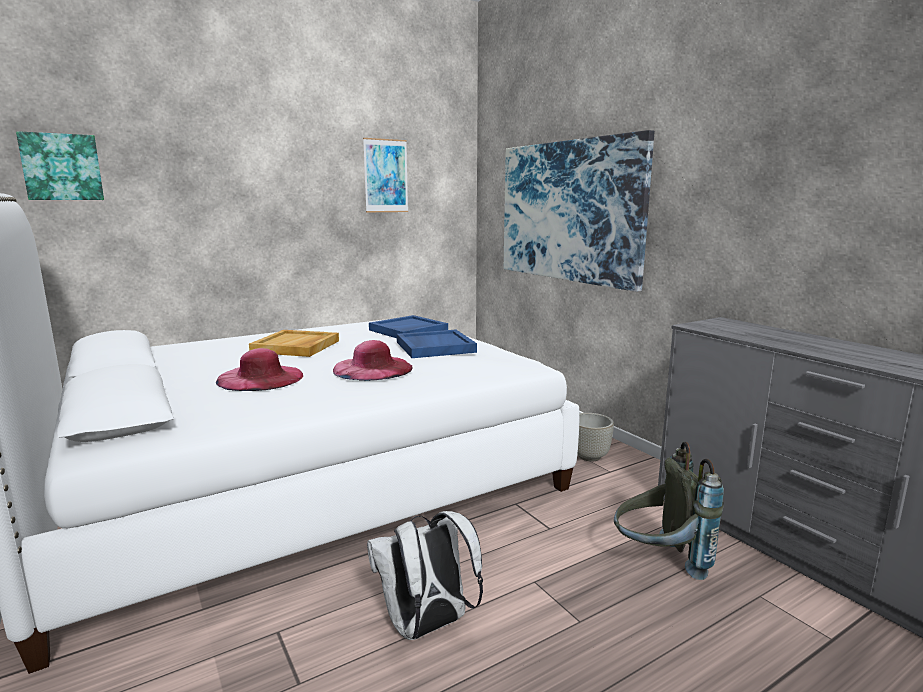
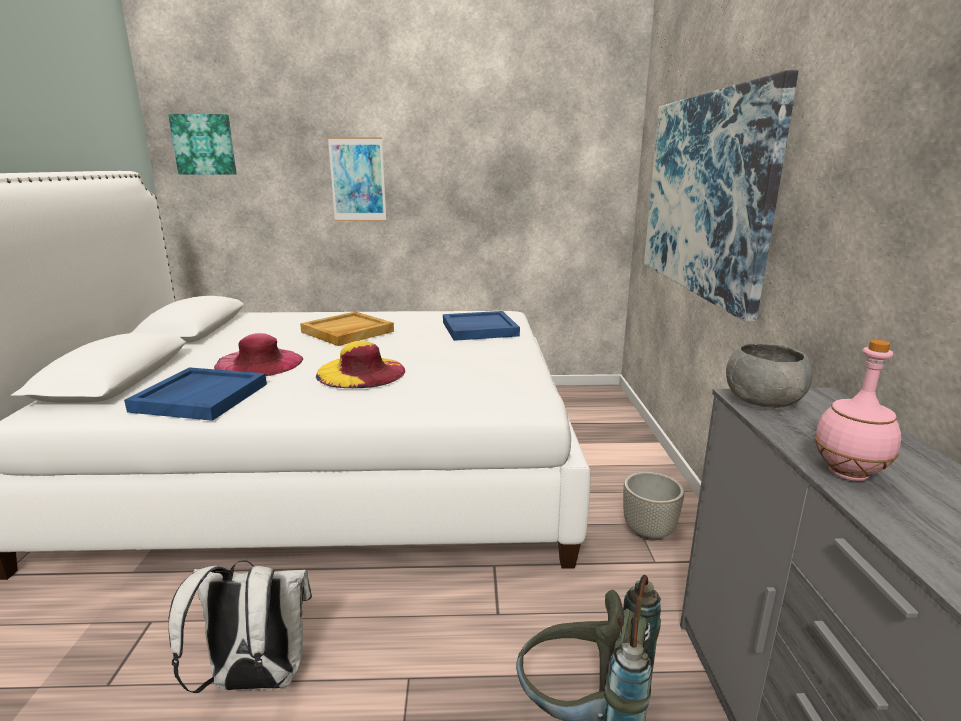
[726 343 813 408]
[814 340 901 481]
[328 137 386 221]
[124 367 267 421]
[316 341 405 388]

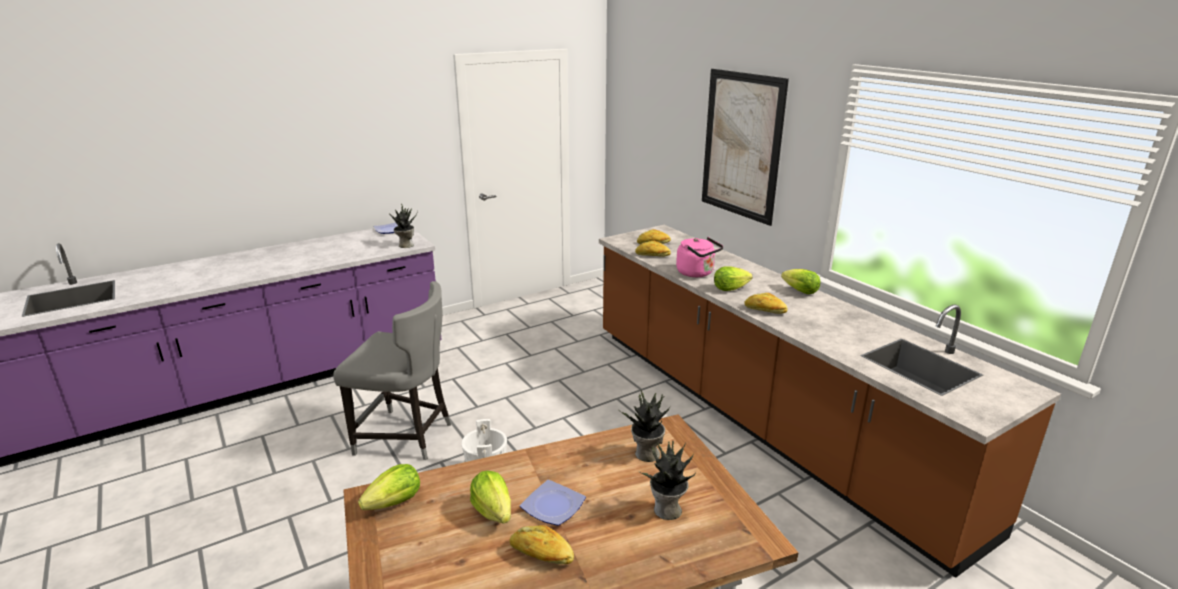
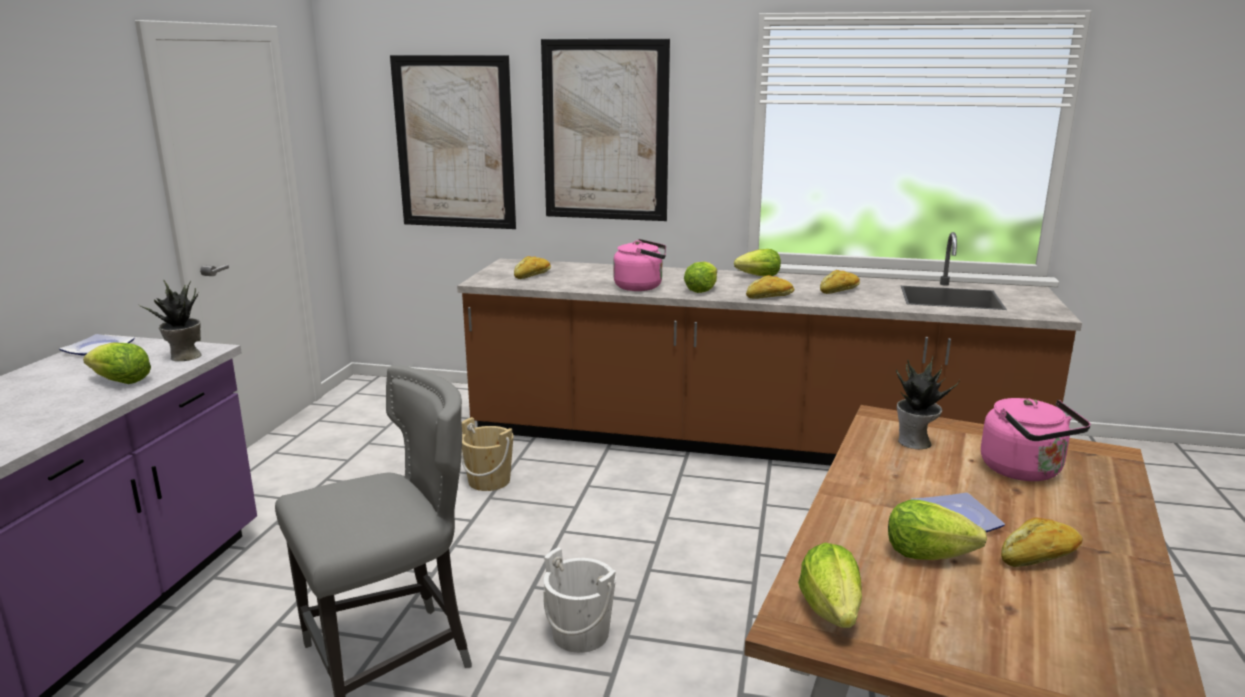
[83 343 151 384]
[390 55 516 229]
[461 417 514 491]
[820 270 860 294]
[981 398 1091 481]

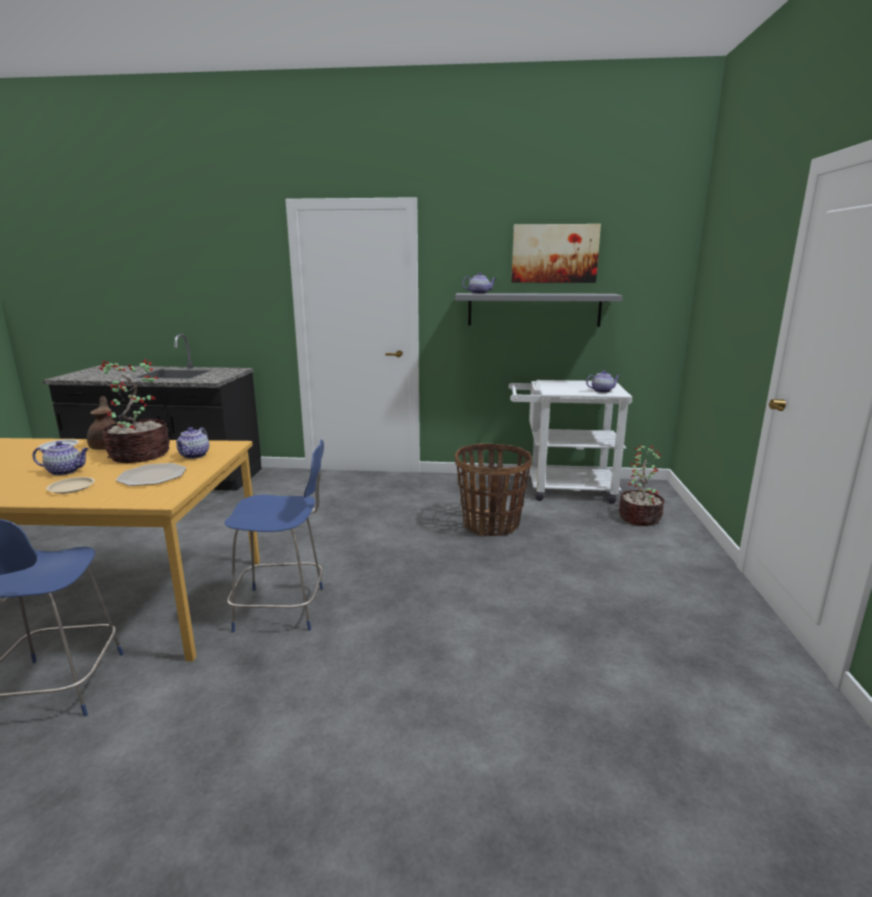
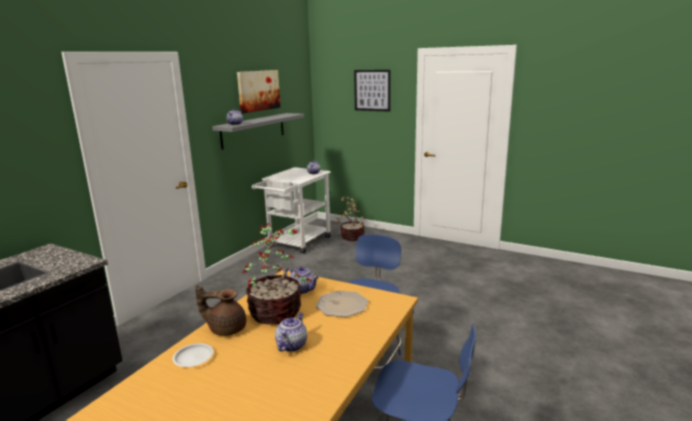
[46 477 95 494] (first image)
[455 443 532 537] (first image)
[354 70 391 112]

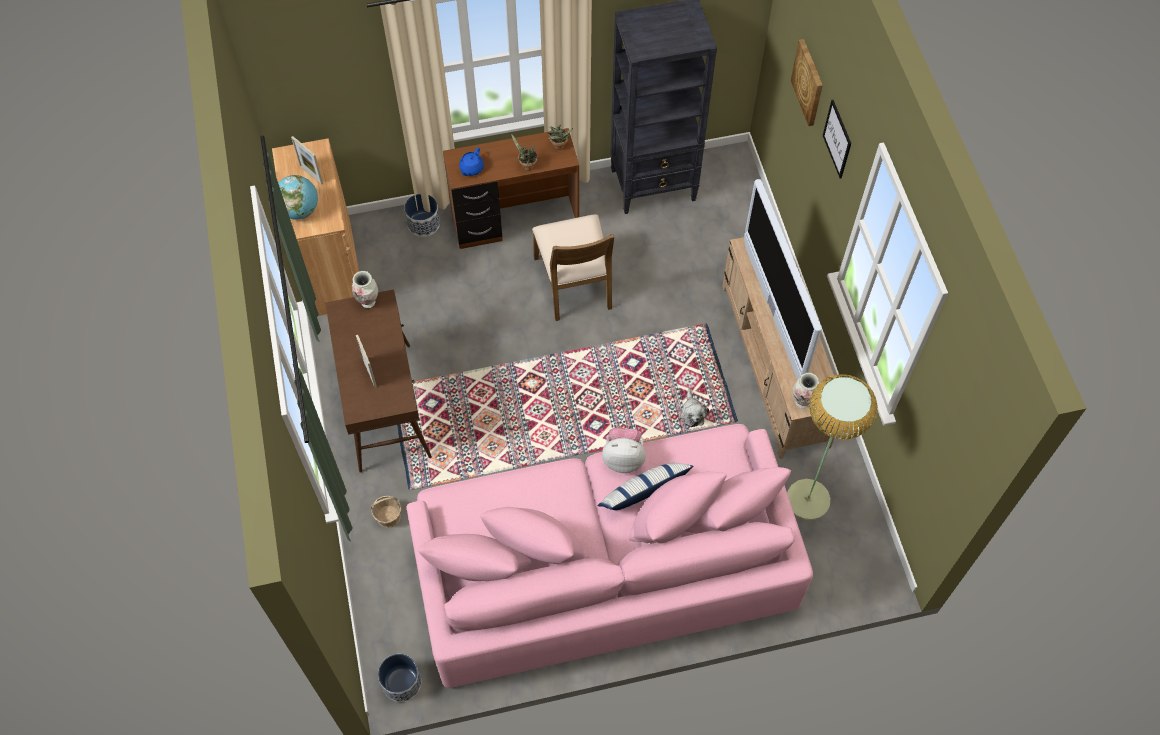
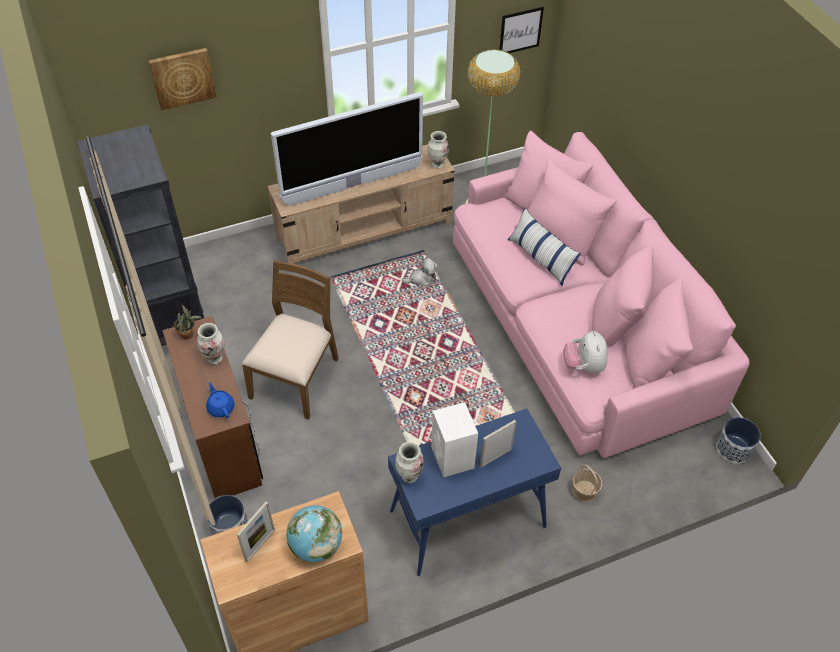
[431 402 478 477]
[563 331 608 373]
[499 7 544 53]
[197 323 225 364]
[388 408 561 576]
[206 382 234 418]
[242 260 339 420]

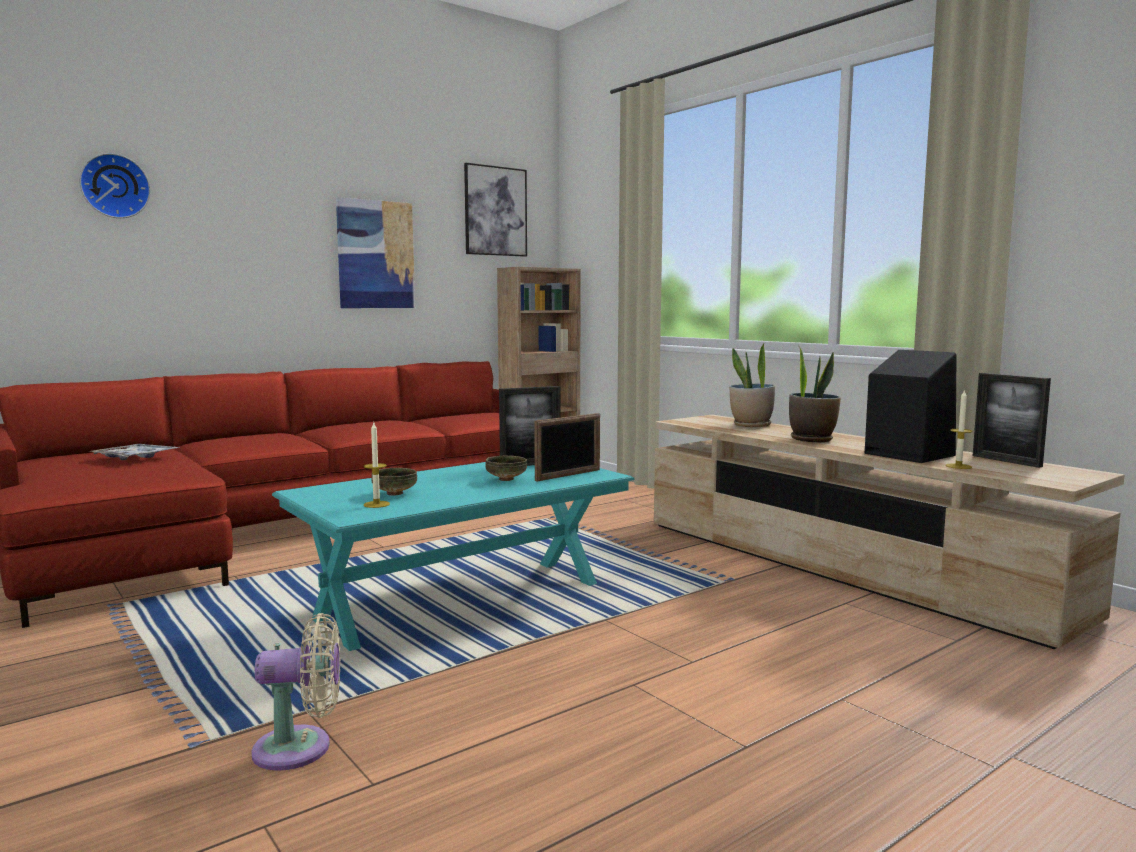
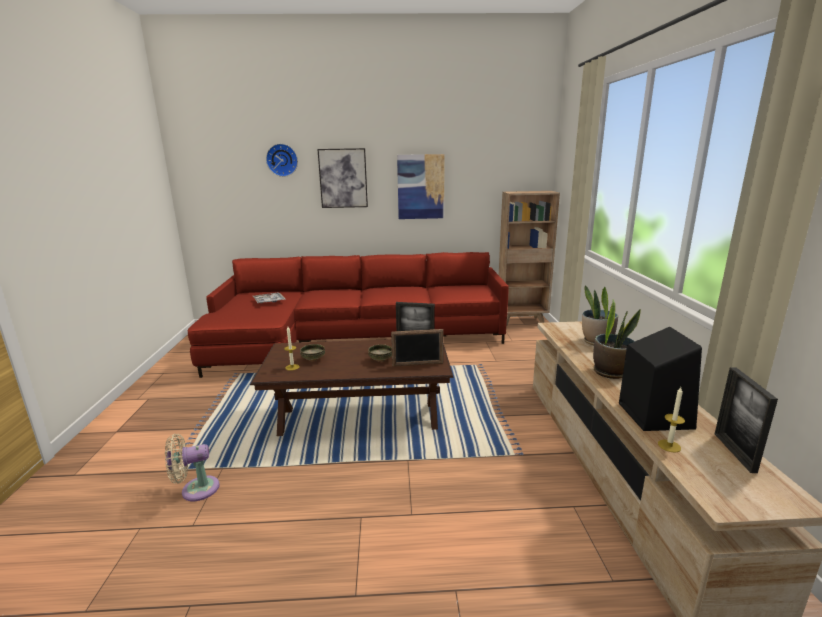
[317 148 368 208]
[250 339 454 436]
[165 434 220 501]

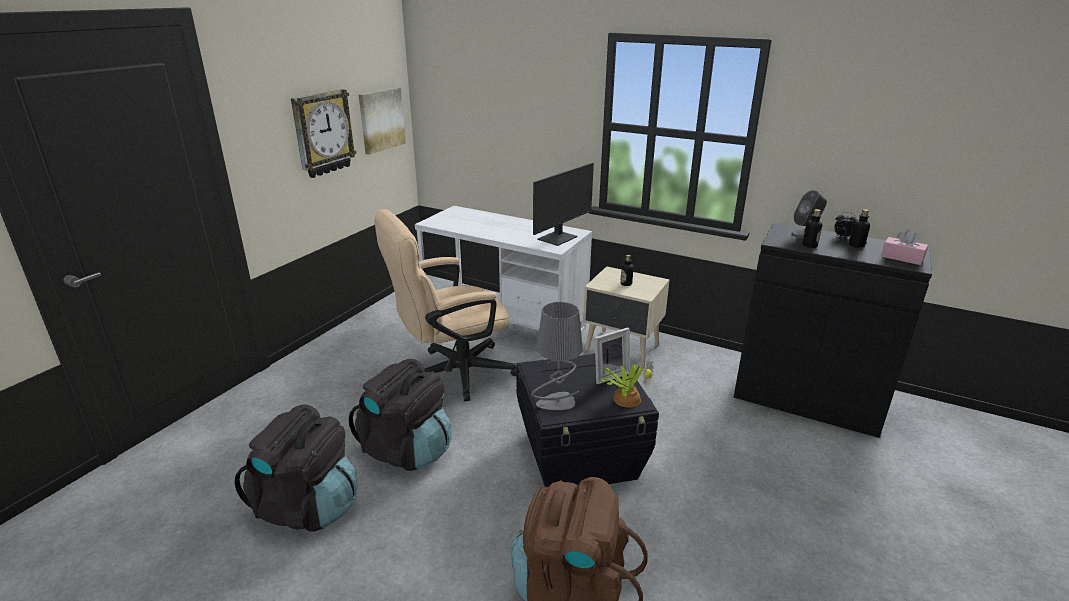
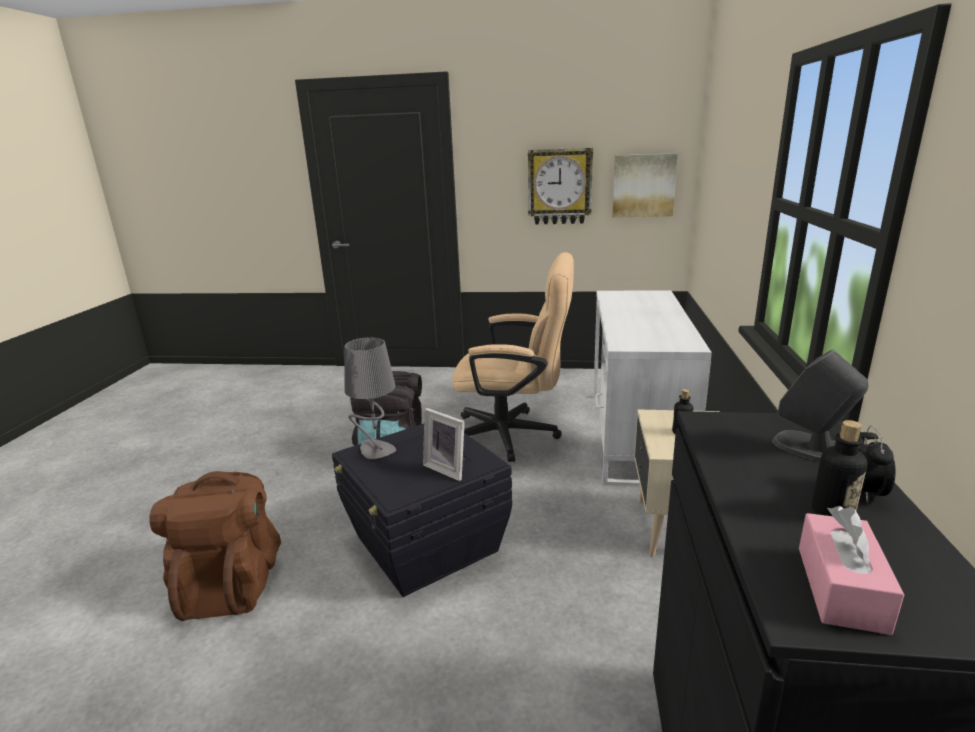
[234 404 358 532] (first image)
[533 163 594 246] (first image)
[600 360 654 408] (first image)
[802 209 822 248] (first image)
[452 252 574 462]

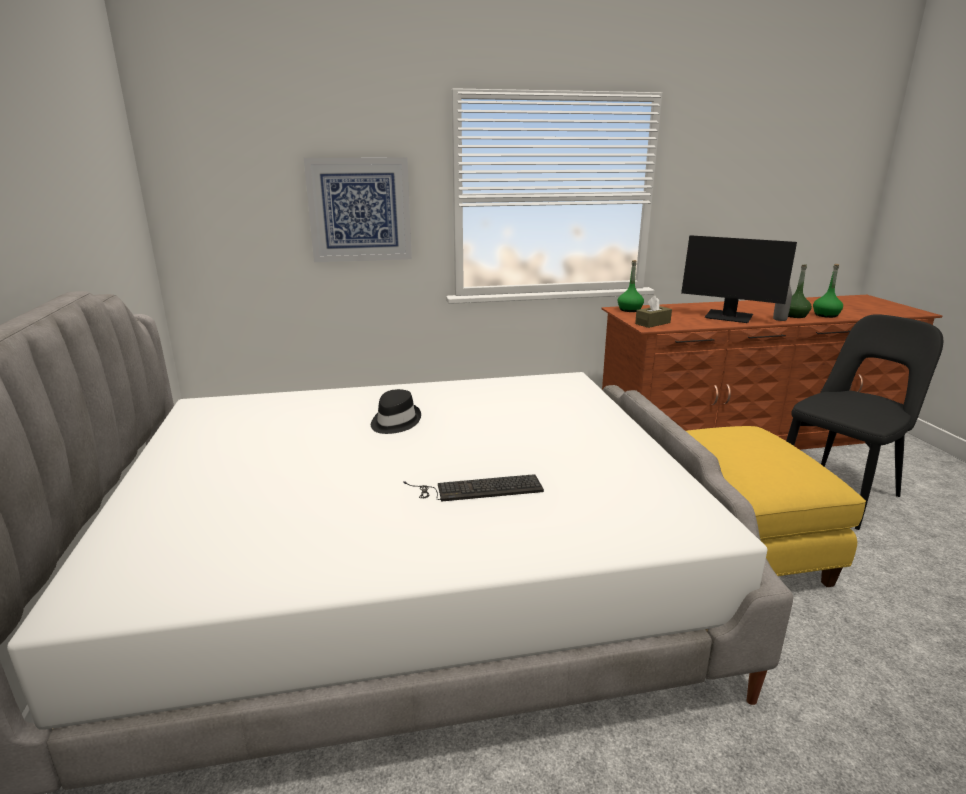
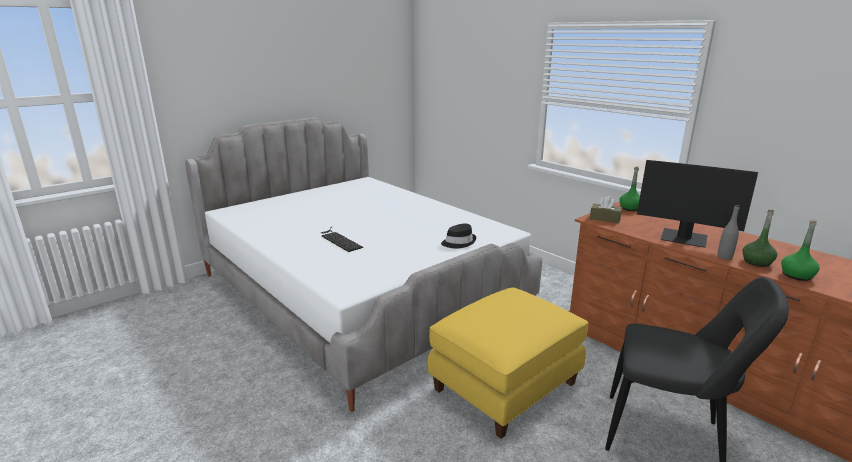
[304 158 412 262] (first image)
[441 223 476 249]
[637 160 758 248]

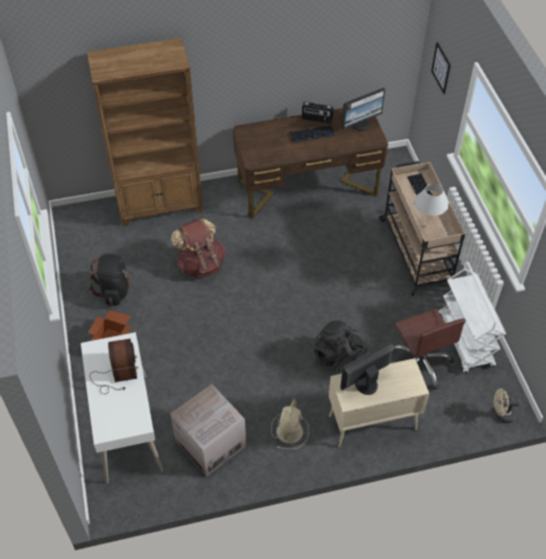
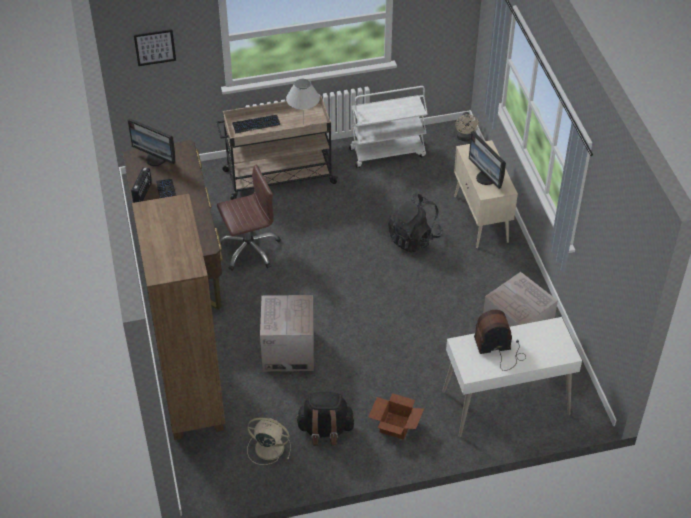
[247 418 291 465]
[217 164 281 271]
[260 295 314 371]
[128 118 175 166]

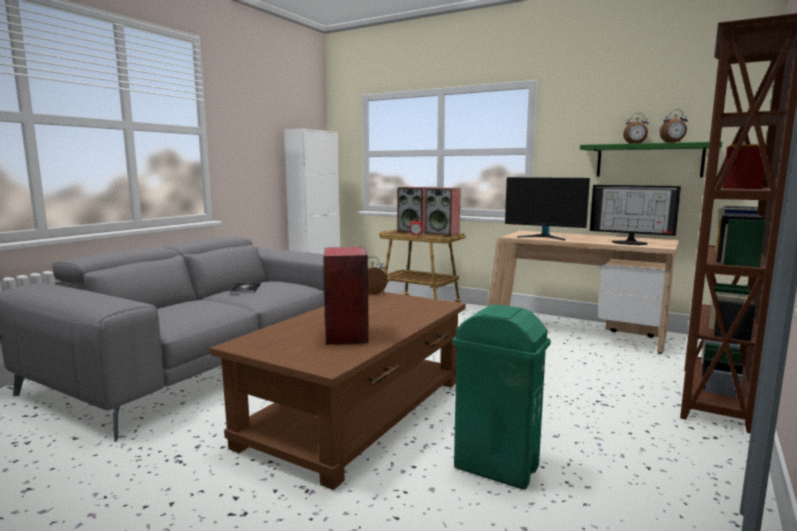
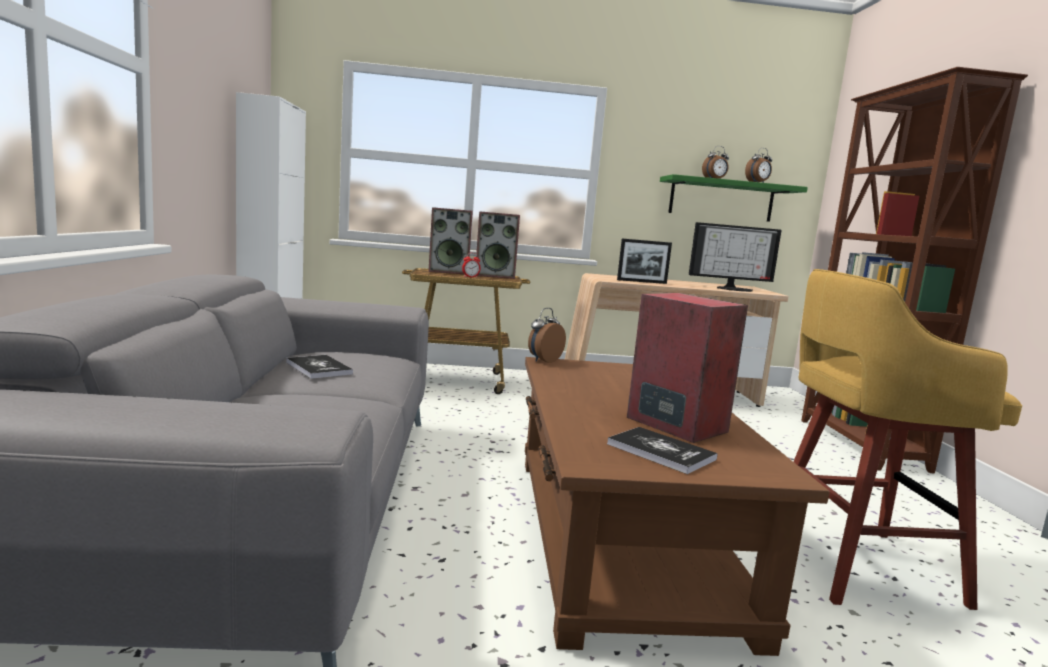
[607 427 717 474]
[793 269 1022 610]
[617 239 672 284]

